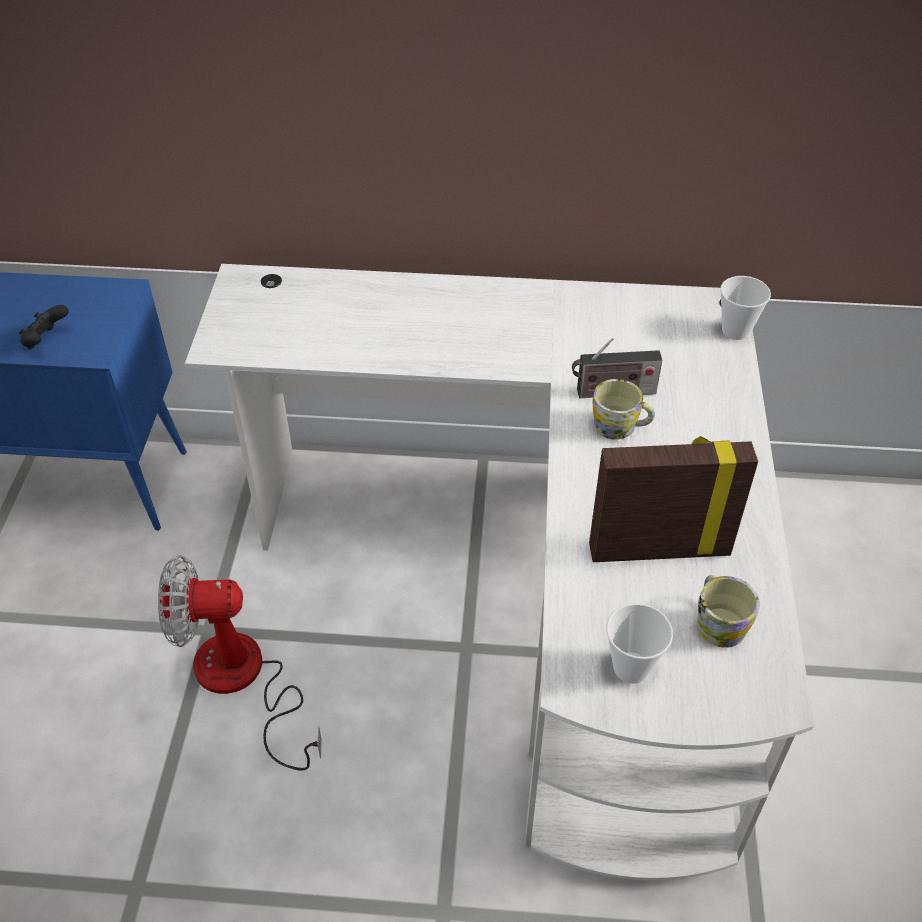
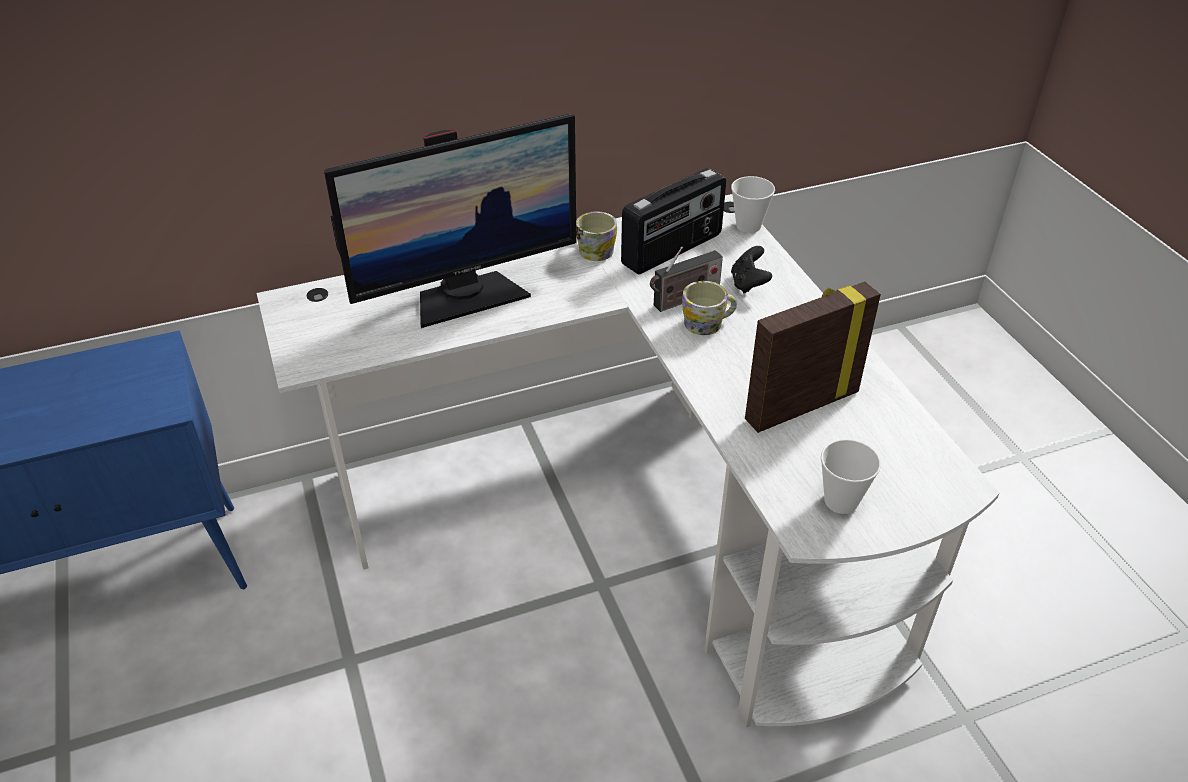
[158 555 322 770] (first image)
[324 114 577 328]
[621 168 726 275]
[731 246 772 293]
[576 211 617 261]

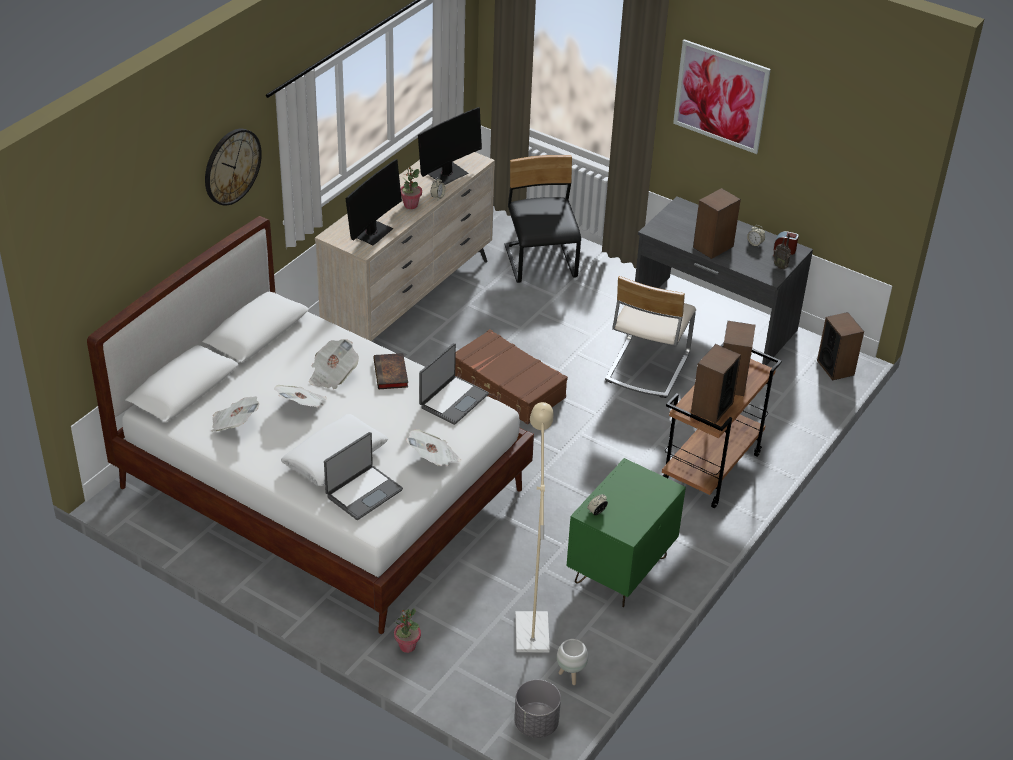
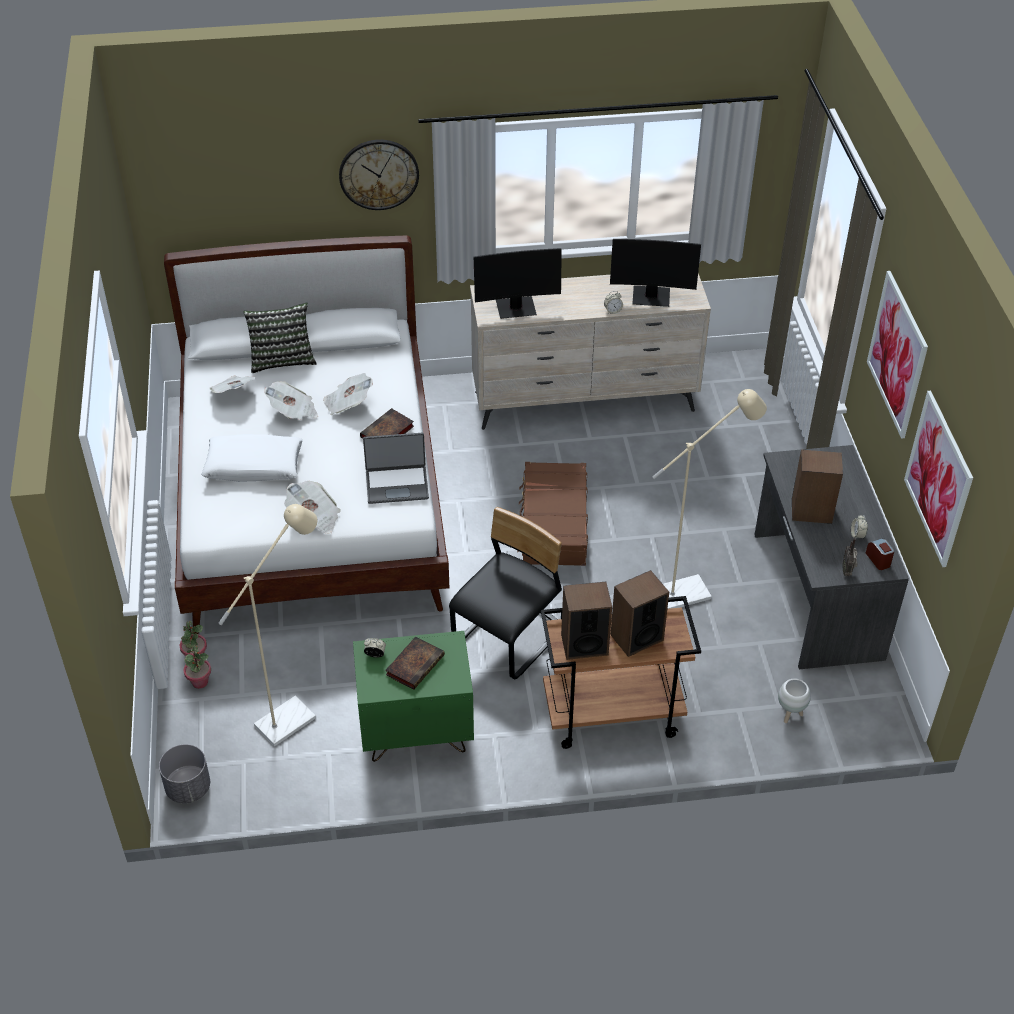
[324 432 403 520] (first image)
[817 312 864 381] (first image)
[243 302 317 373]
[385 636 445 690]
[904 391 973 567]
[183 646 211 689]
[449 507 562 679]
[778 679 811 723]
[652 389 767 609]

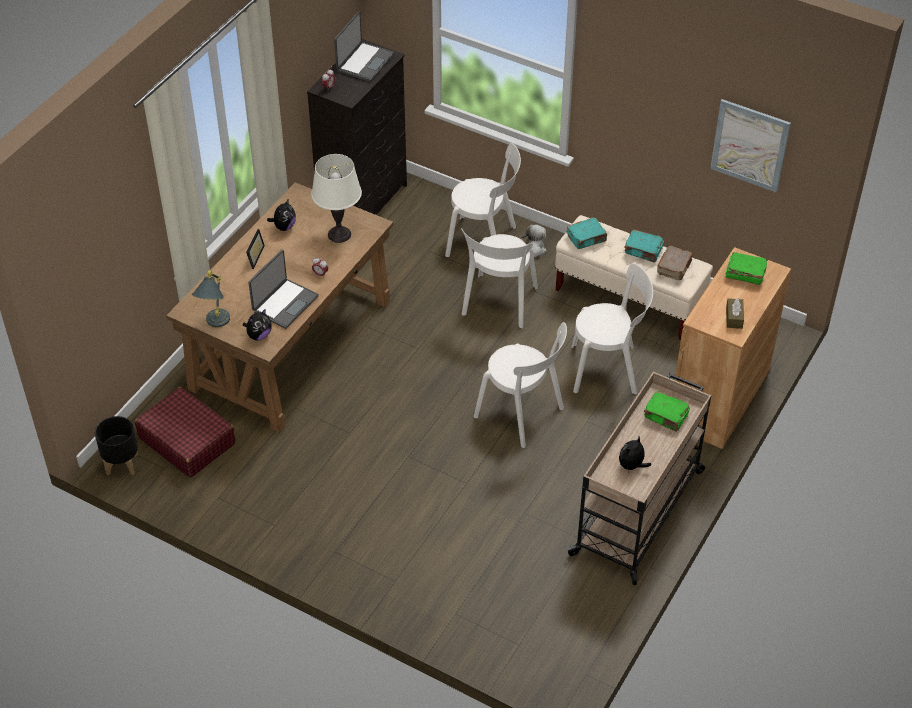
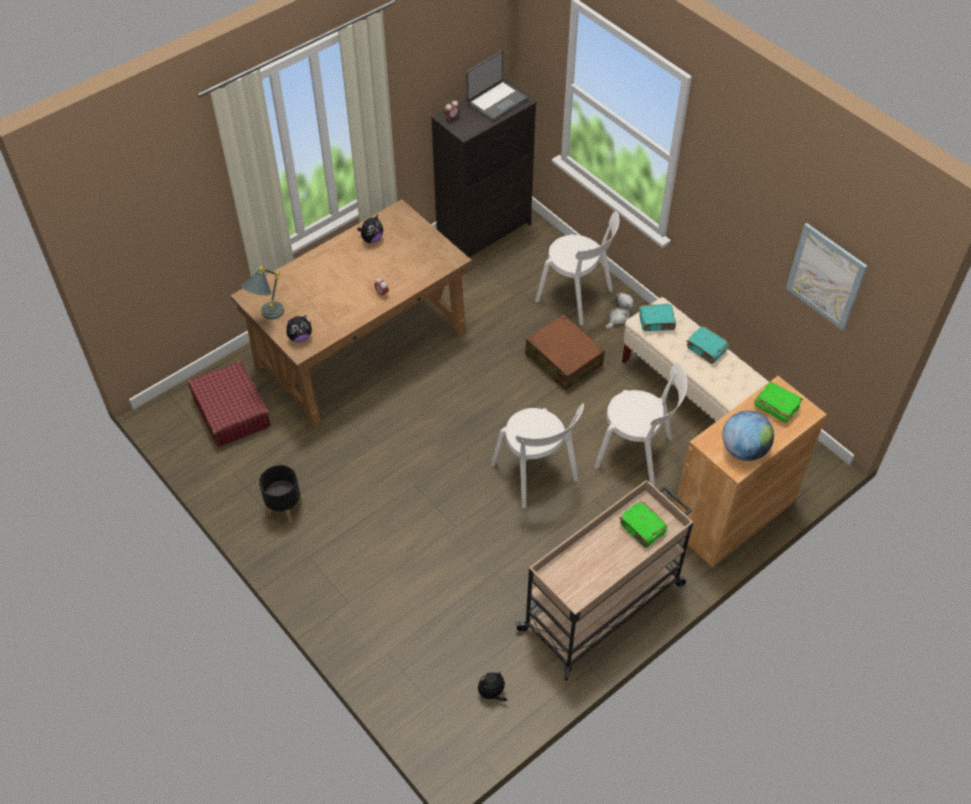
[246 229 265 269] (first image)
[248 250 319 329] (first image)
[311 154 362 243] (first image)
[657 246 693 280] (first image)
[259 465 302 523]
[478 672 507 702]
[525 314 605 391]
[722 410 774 461]

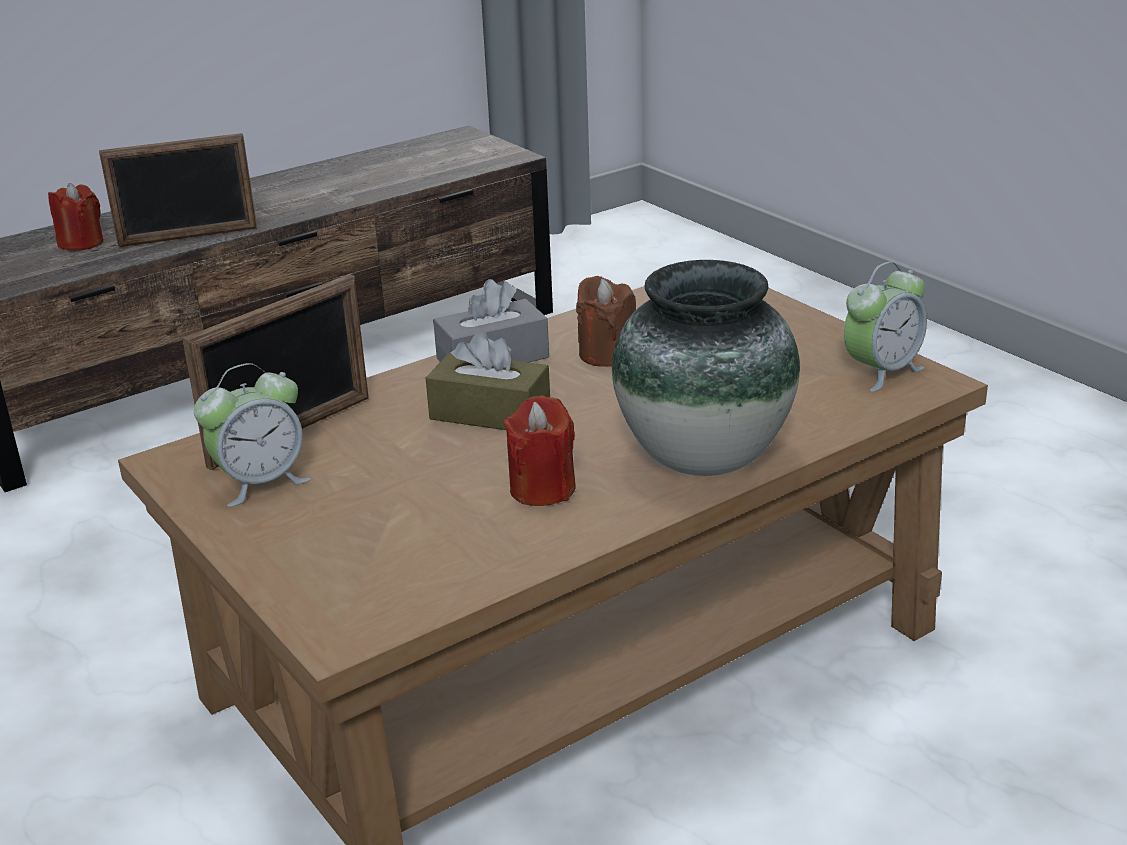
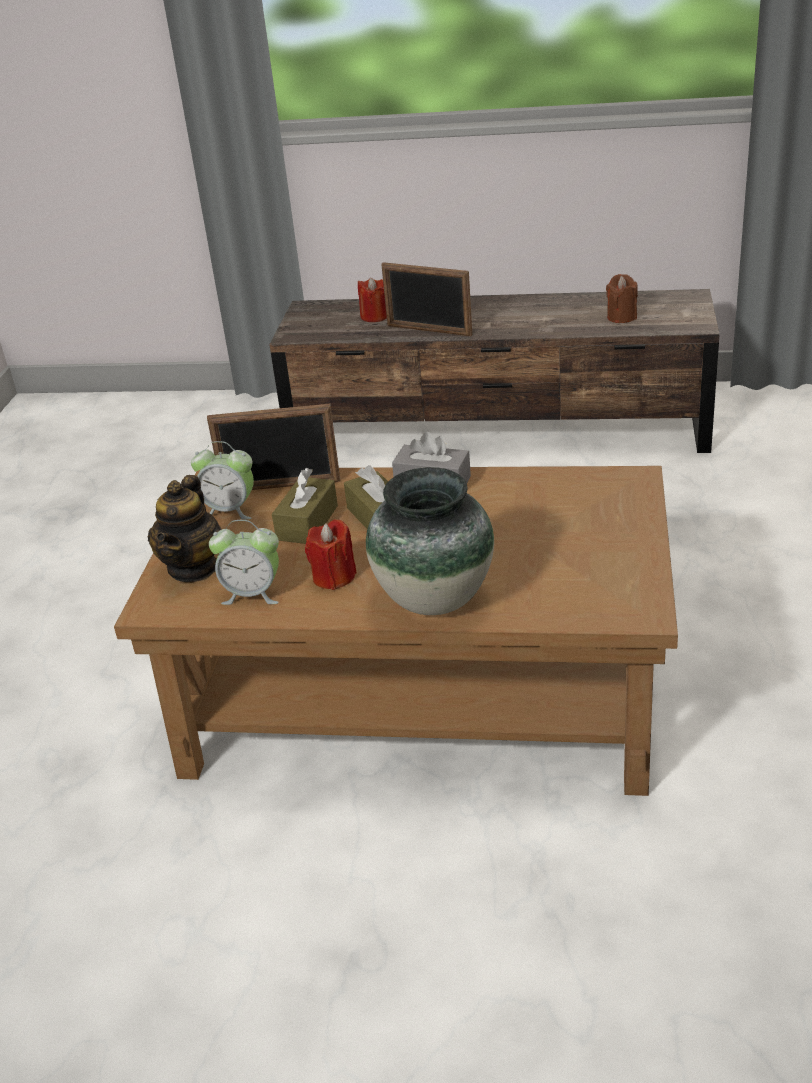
[147 475 222 582]
[272 468 338 544]
[606 274 638 323]
[209 520 279 605]

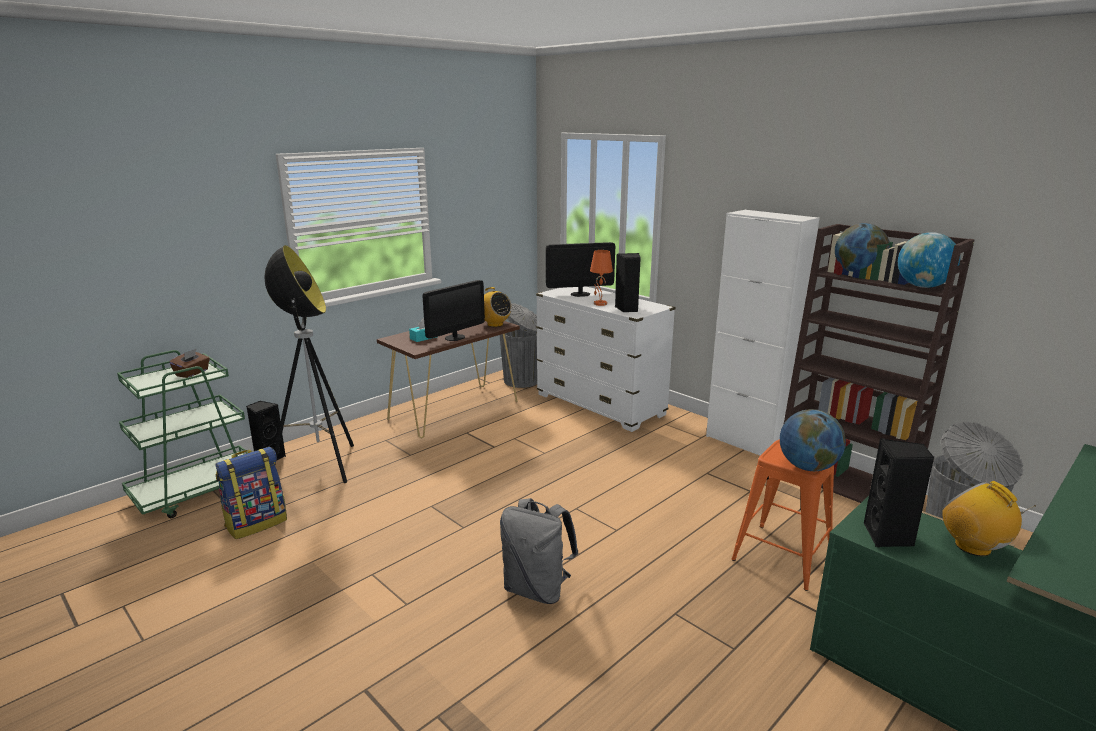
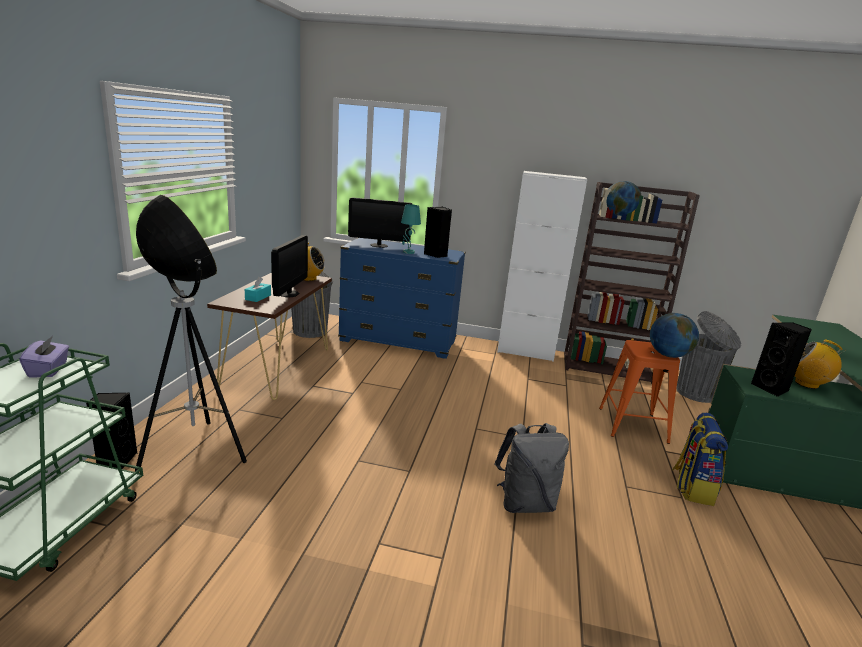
[898 232 960 288] (first image)
[672 413 728 506]
[19 336 69 378]
[338 238 466 359]
[401 204 421 254]
[348 197 413 248]

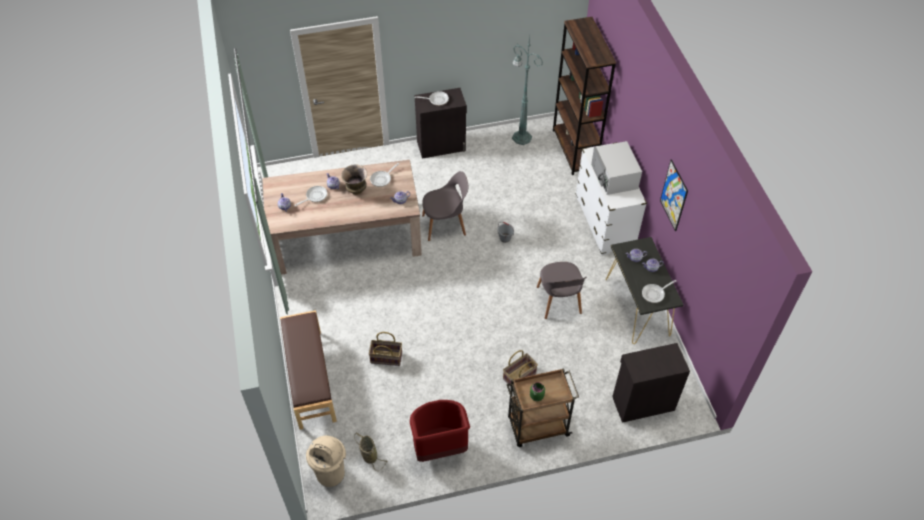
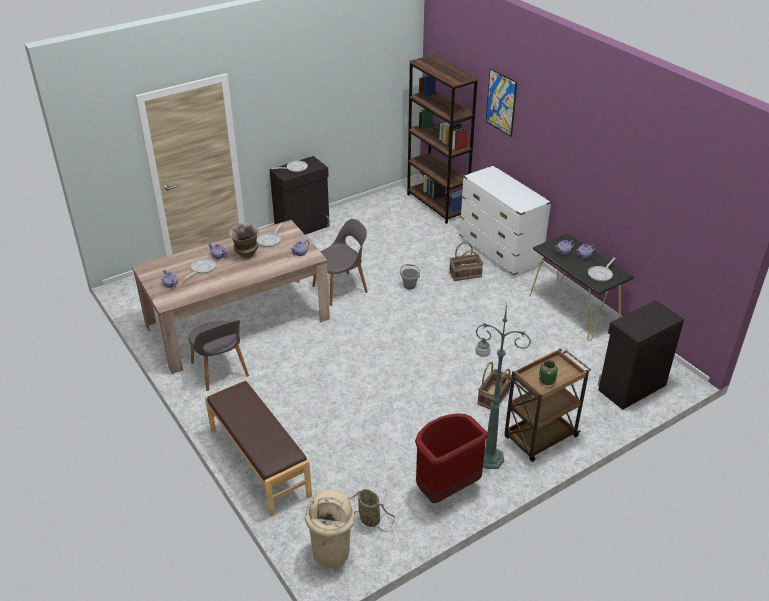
[591 141 642 195] (first image)
[449 242 483 281]
[475 304 531 469]
[188 320 249 391]
[486 68 517 137]

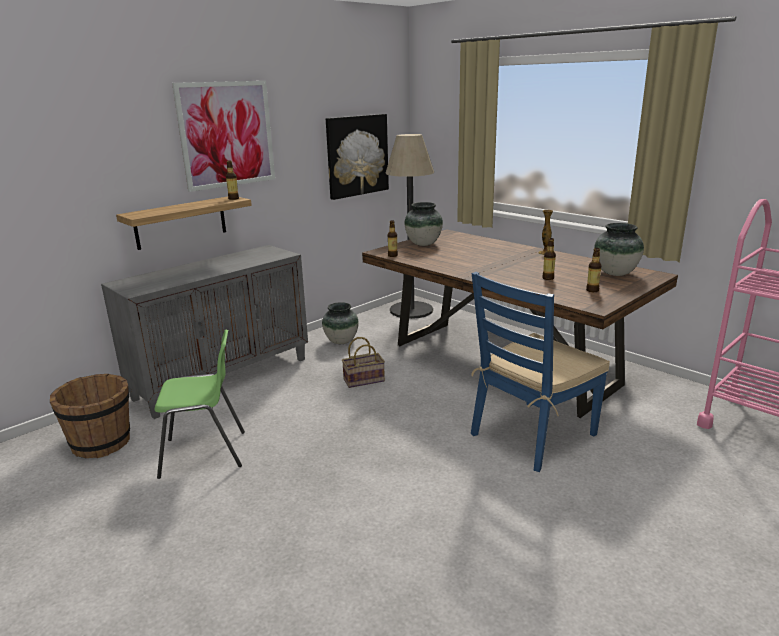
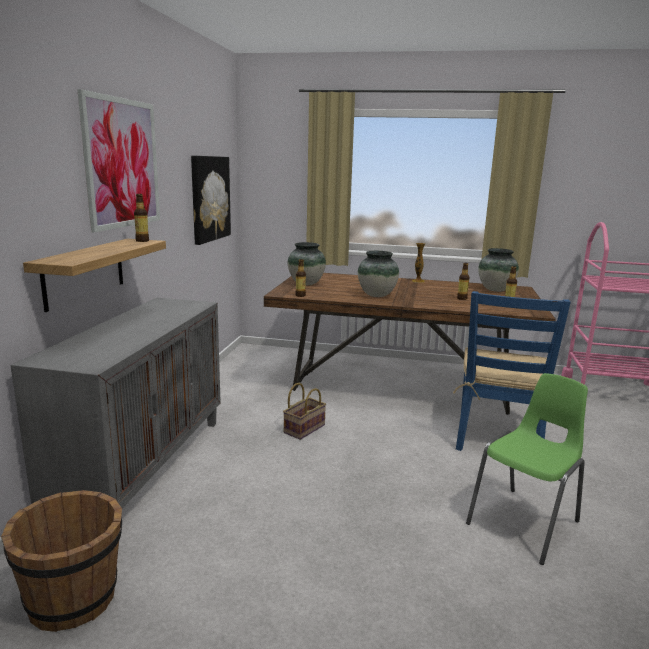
[385 134 434 319] (first image)
[466 373 588 565]
[358 251 399 297]

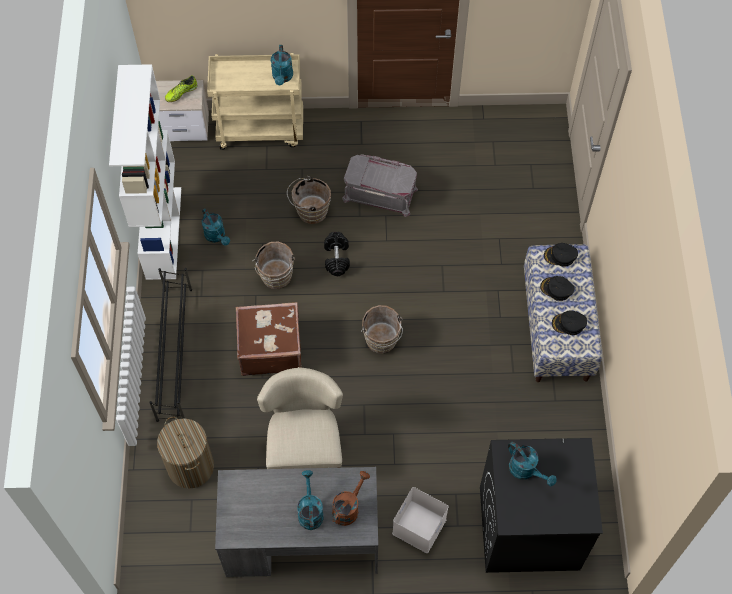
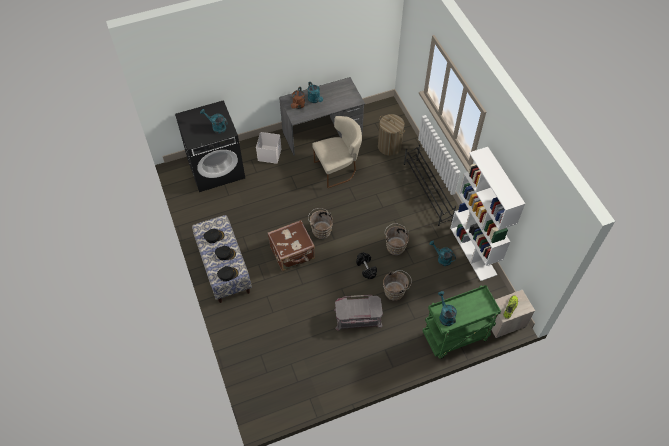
[268 220 315 271]
[423 285 501 359]
[312 116 362 188]

